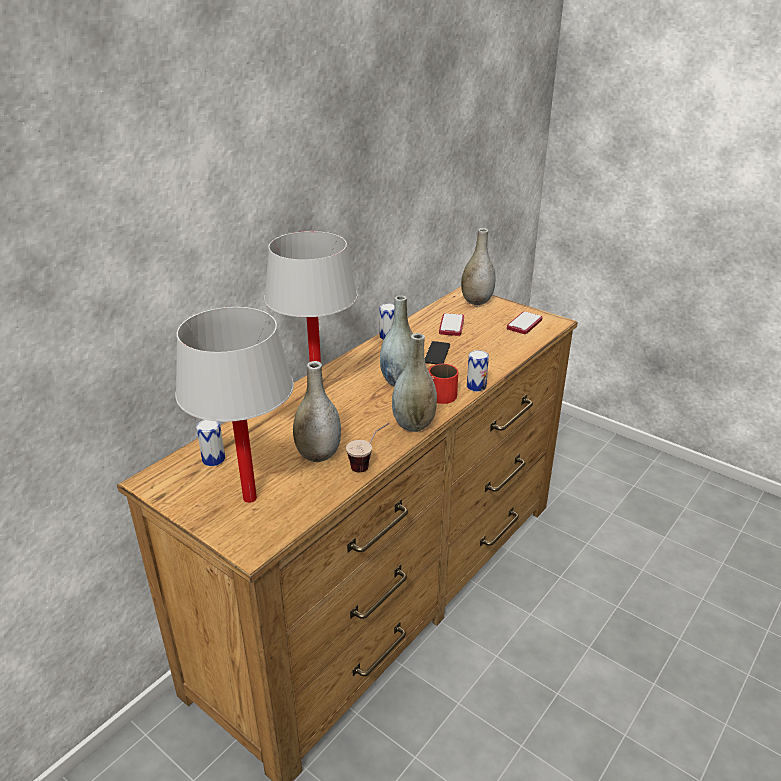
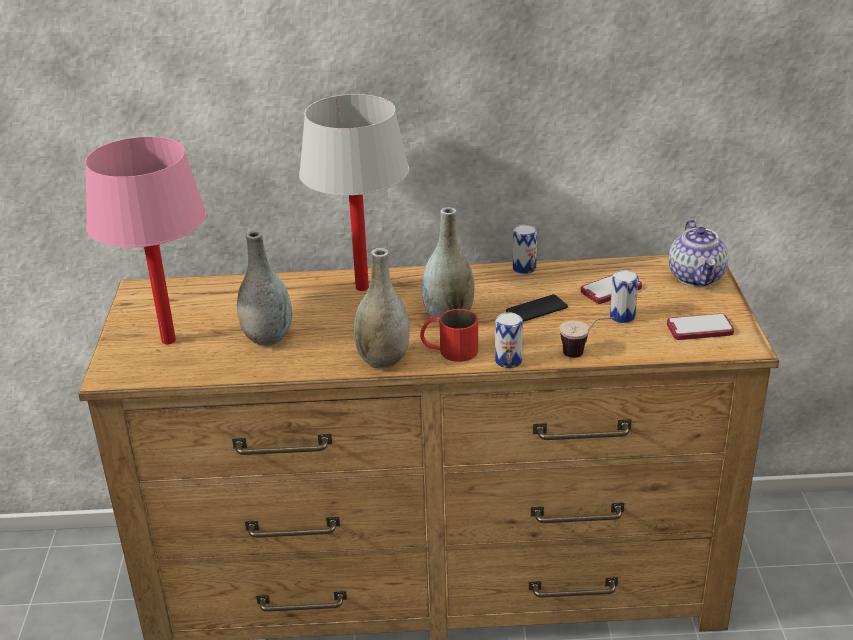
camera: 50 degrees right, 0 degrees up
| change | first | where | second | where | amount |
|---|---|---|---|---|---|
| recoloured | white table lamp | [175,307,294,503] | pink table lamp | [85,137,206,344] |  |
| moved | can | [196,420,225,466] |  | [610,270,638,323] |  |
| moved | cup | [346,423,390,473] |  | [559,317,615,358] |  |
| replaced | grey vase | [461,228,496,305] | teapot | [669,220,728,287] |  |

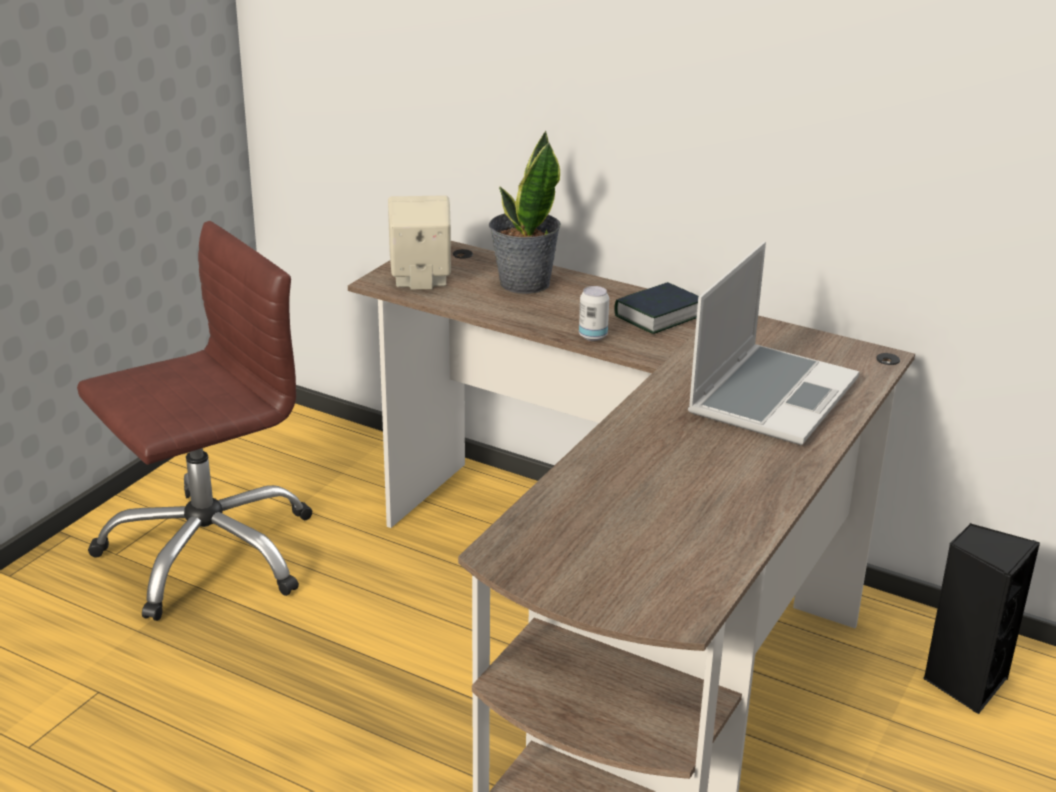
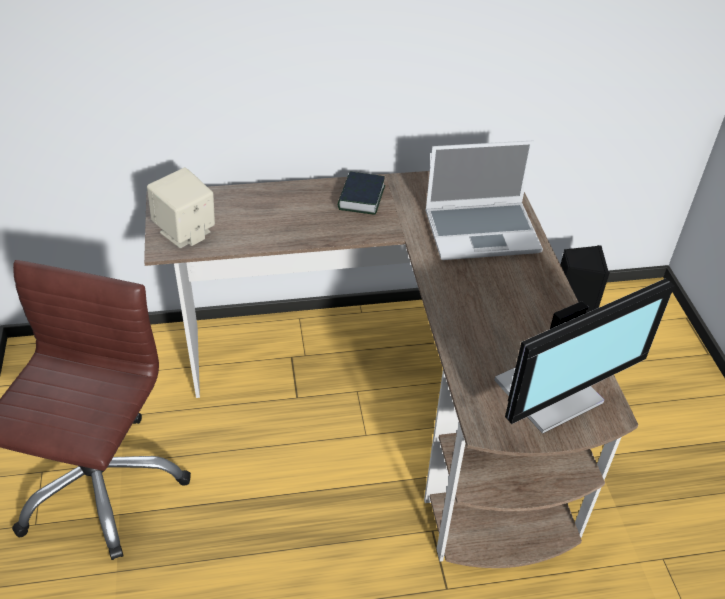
camera: 40 degrees left, 15 degrees up
| change | first | where | second | where | amount |
|---|---|---|---|---|---|
| removed | potted plant | [489,130,561,294] |  |  |  |
| removed | can | [579,286,609,341] |  |  |  |
| turned | laptop | [688,242,860,445] |  | [425,140,543,260] | 90 degrees clockwise |
| added |  |  | monitor | [494,278,675,434] |  |

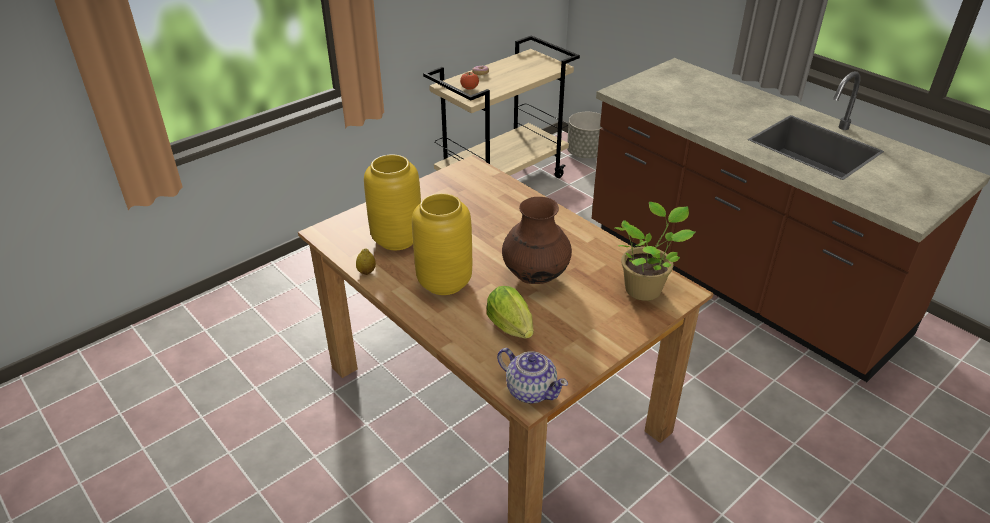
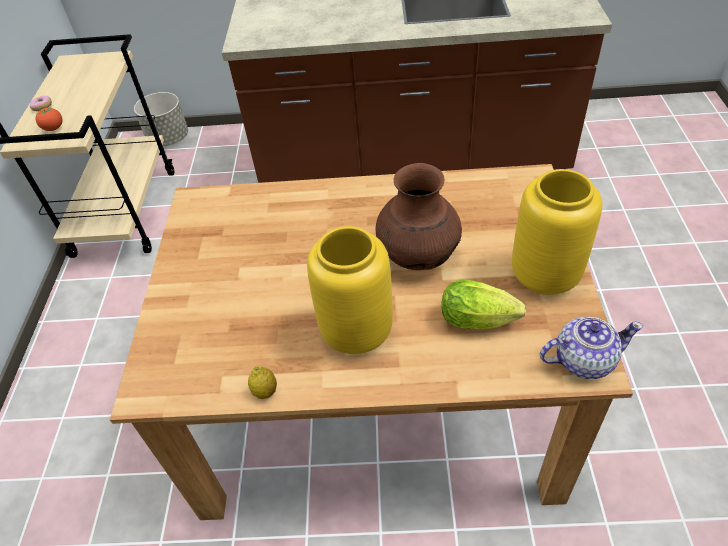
camera: 45 degrees left, 10 degrees up
| change | first | where | second | where | amount |
|---|---|---|---|---|---|
| moved | yellow vase | [364,155,421,250] |  | [512,169,602,295] |  |
| removed | potted plant | [615,202,695,301] |  |  |  |

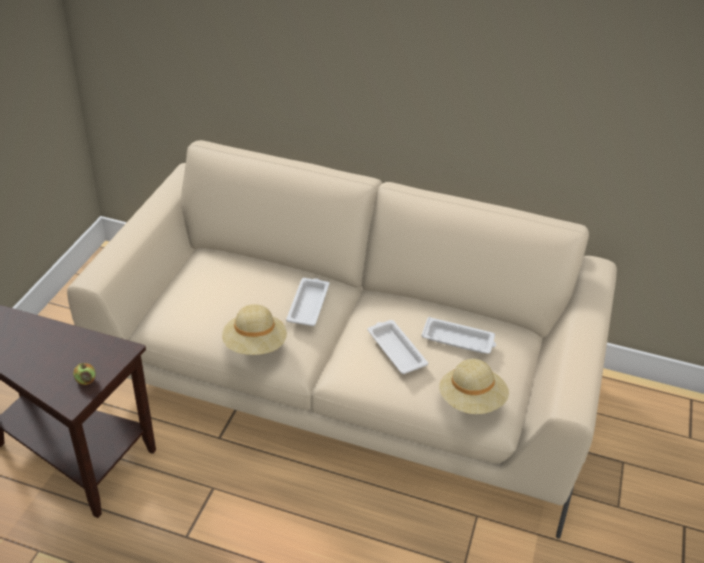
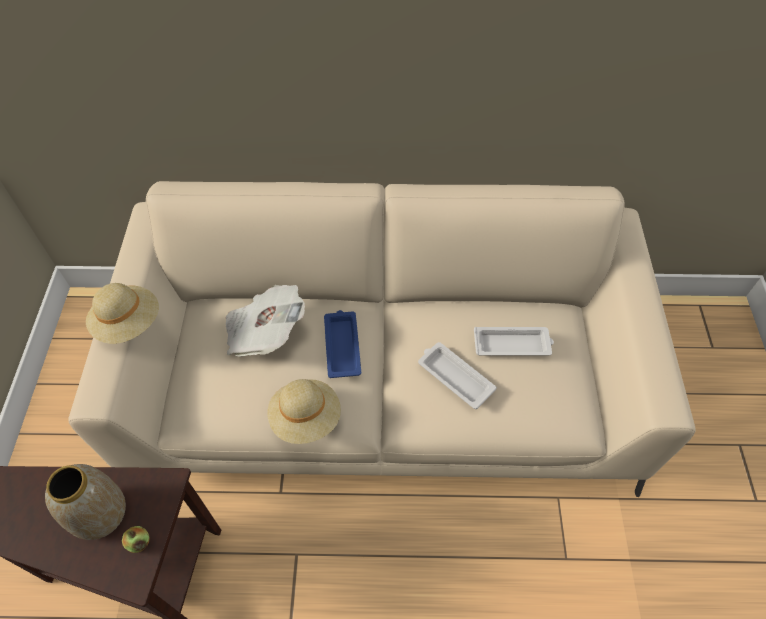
camera: 15 degrees left, 15 degrees up
| change | first | where | second | where | amount |
|---|---|---|---|---|---|
| recoloured | white tray | [286,278,329,326] | blue tray | [324,310,361,378] |  |
| moved | beige hat | [439,359,509,414] |  | [86,283,159,344] |  |
| added |  |  | vase | [45,464,126,540] |  |
| added |  |  | newspaper | [226,285,305,356] |  |

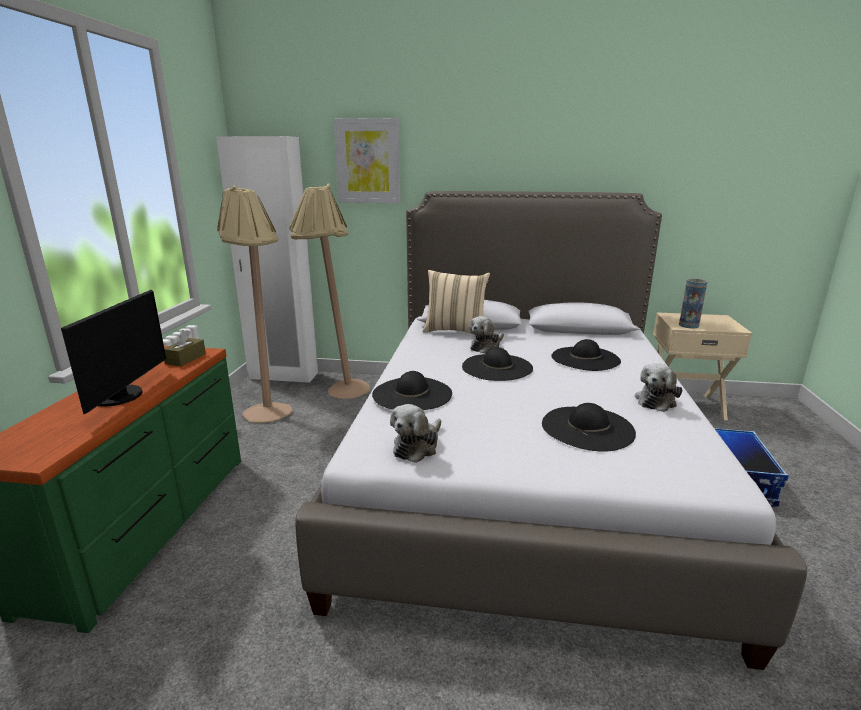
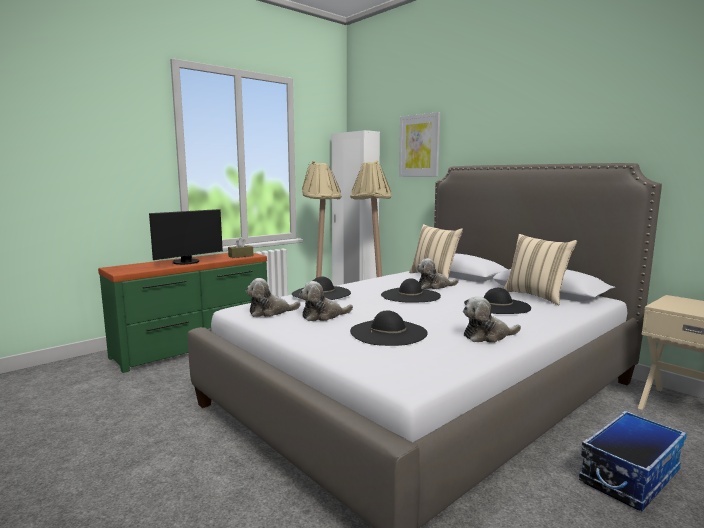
camera: 40 degrees right, 10 degrees down
| change | first | where | second | where | amount |
|---|---|---|---|---|---|
| removed | vase | [679,279,708,329] |  |  |  |
| added |  |  | plush toy | [299,281,353,321] |  |
| added |  |  | beige pillow | [503,234,577,305] |  |

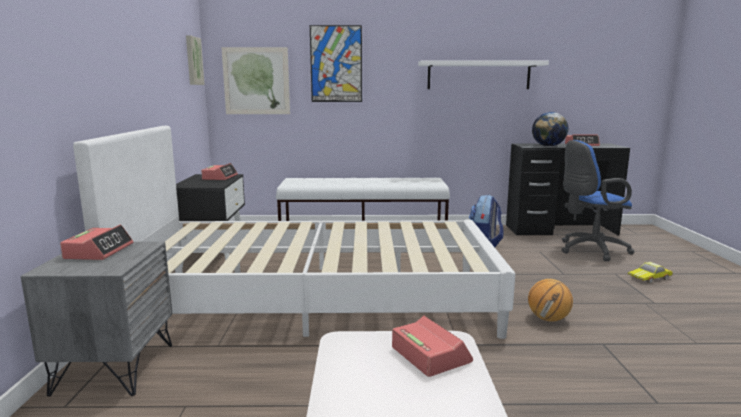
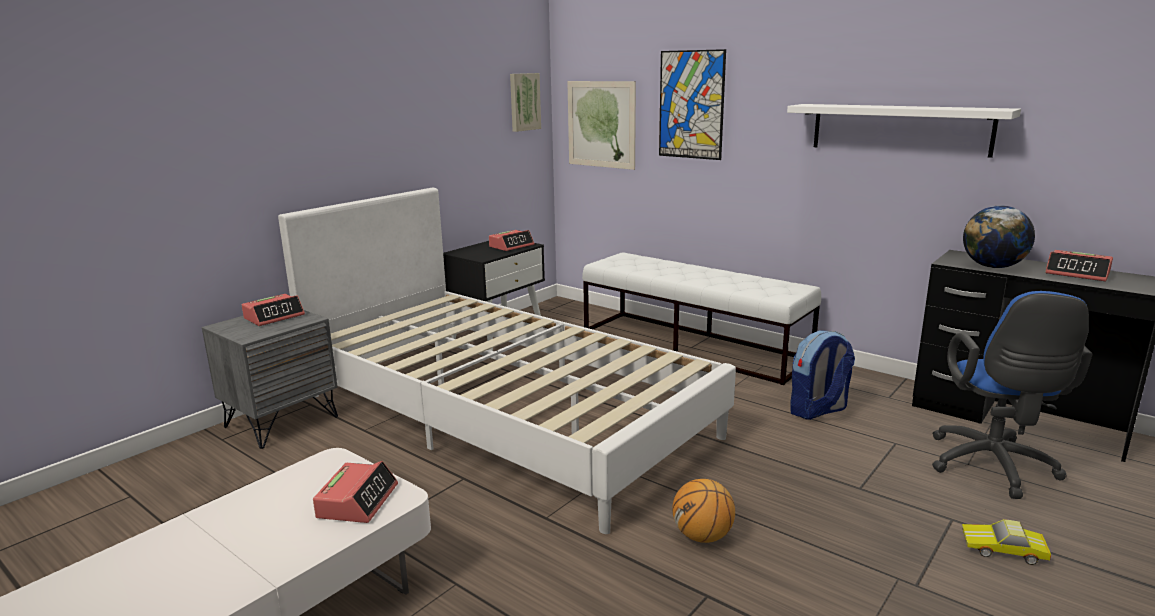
camera: 40 degrees right, 5 degrees up
| change | first | where | second | where | amount |
|---|---|---|---|---|---|
| turned | blue office chair | [561,140,635,261] |  | [932,291,1092,499] | 105 degrees counterclockwise |

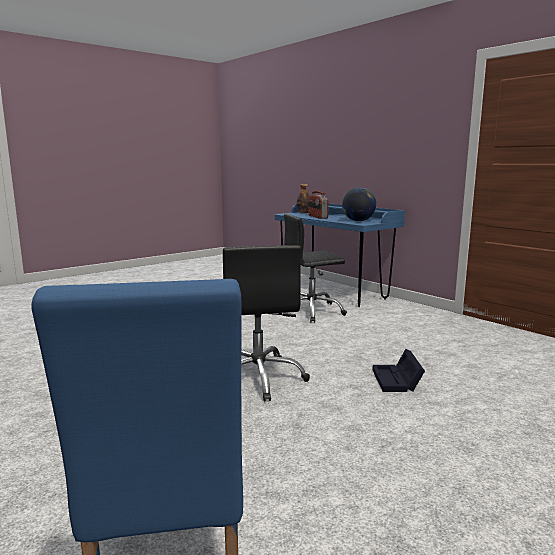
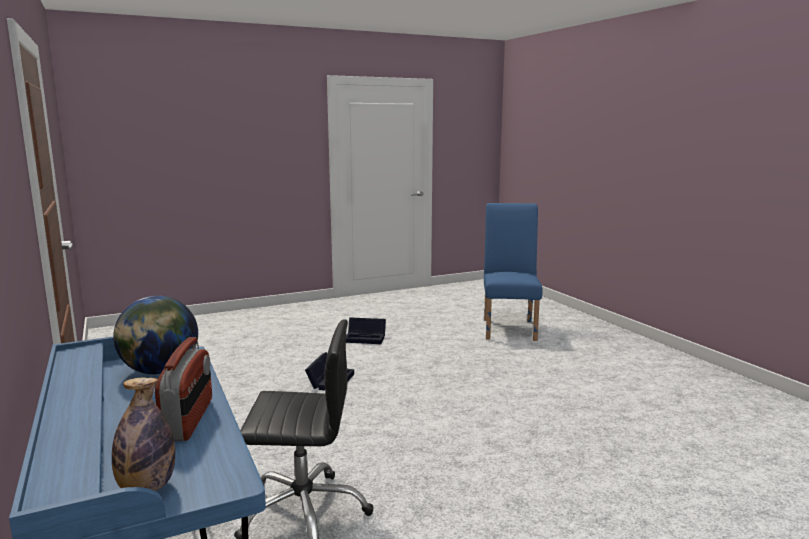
camera: 165 degrees left, 0 degrees up
| change | first | where | second | where | amount |
|---|---|---|---|---|---|
| removed | black office chair | [223,245,310,402] |  |  |  |
| added |  |  | black storage box | [346,317,386,344] |  |

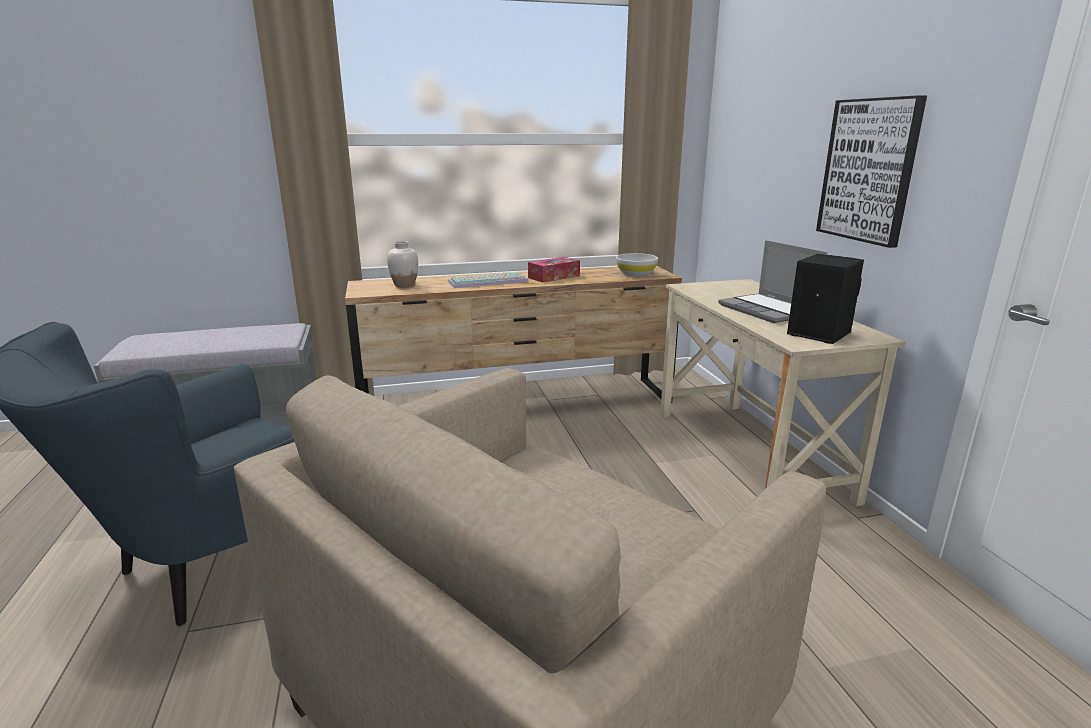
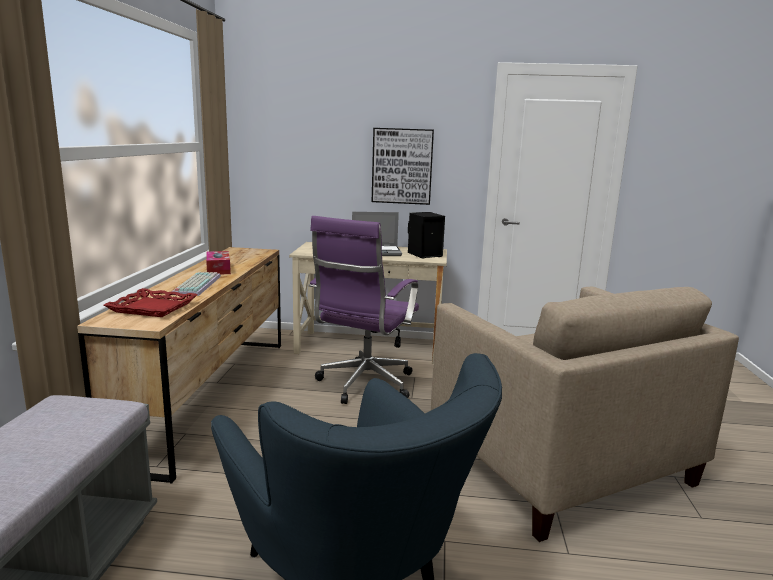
camera: 70 degrees left, 5 degrees down
| change | first | where | second | where | amount |
|---|---|---|---|---|---|
| replaced | white vase | [387,241,418,288] | red tray | [104,288,198,317] |  |
| removed | white bowl | [616,253,658,277] |  |  |  |
| added |  |  | purple office chair | [308,216,419,404] |  |

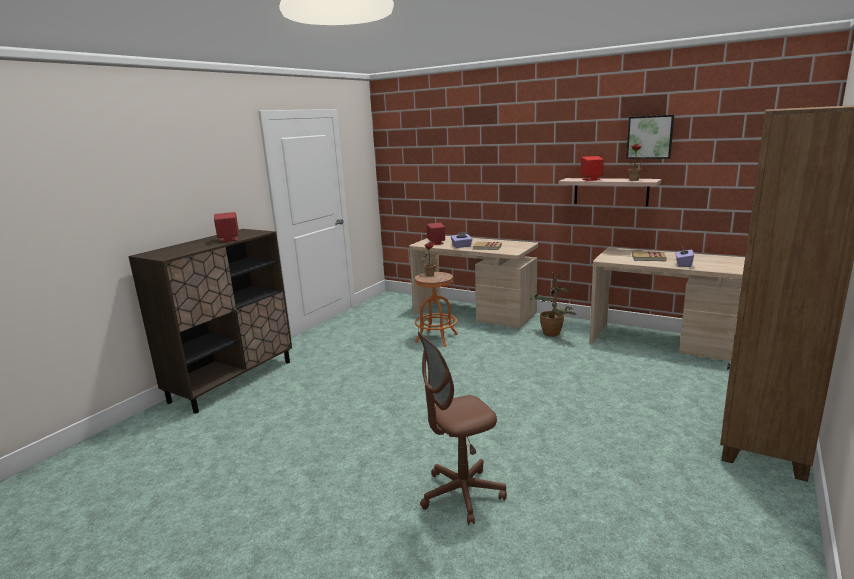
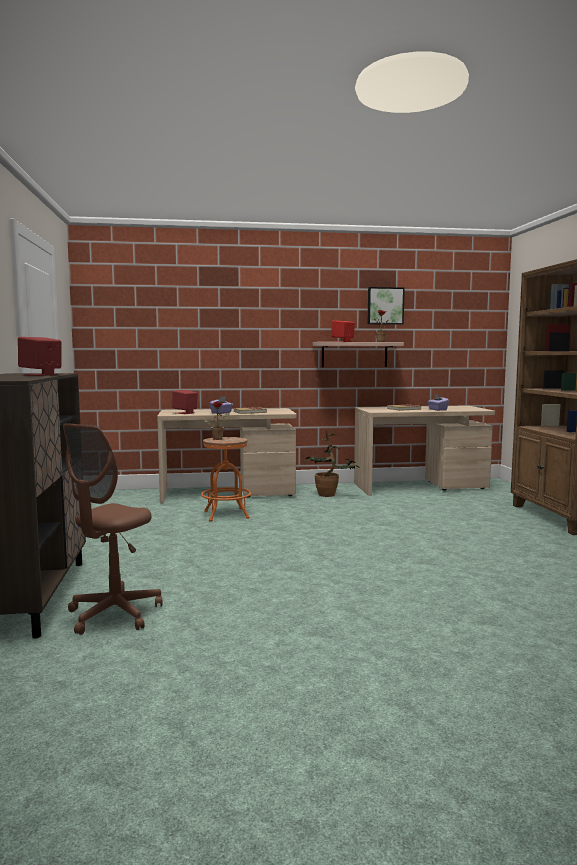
camera: 40 degrees left, 10 degrees down
| change | first | where | second | where | amount |
|---|---|---|---|---|---|
| moved | brown office chair | [418,332,507,525] |  | [63,423,163,635] |  |

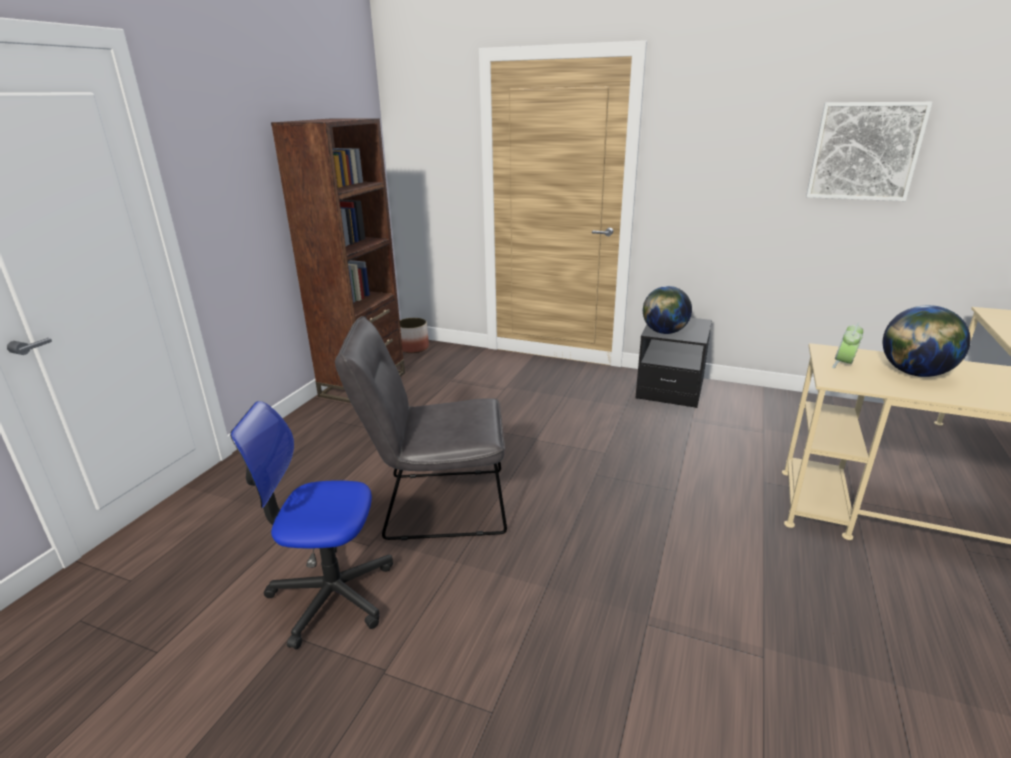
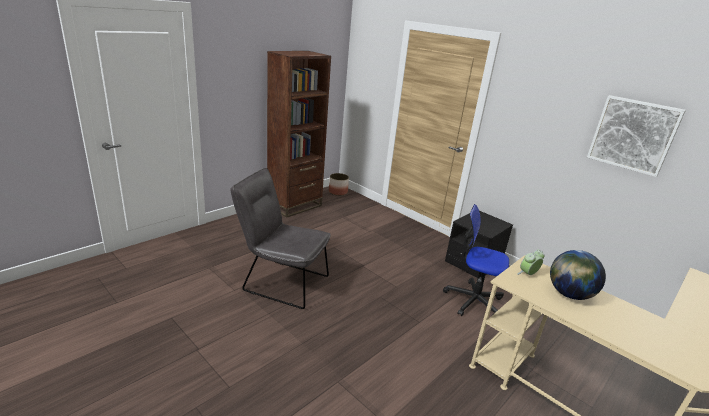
camera: 20 degrees right, 0 degrees up
| change | first | where | second | where | amount |
|---|---|---|---|---|---|
| moved | office chair | [230,401,393,650] |  | [443,204,509,316] |  |
| removed | globe | [643,286,692,334] |  |  |  |

